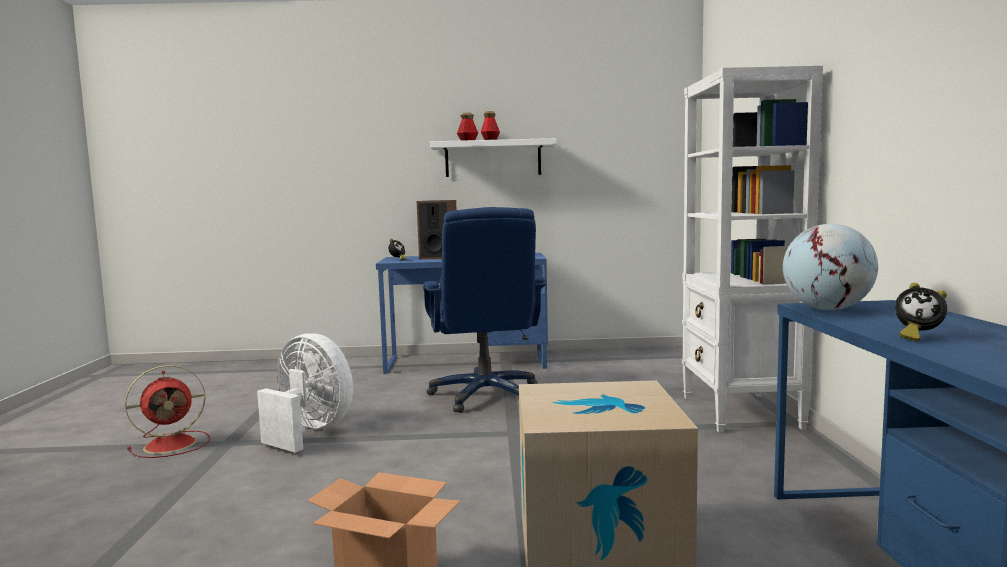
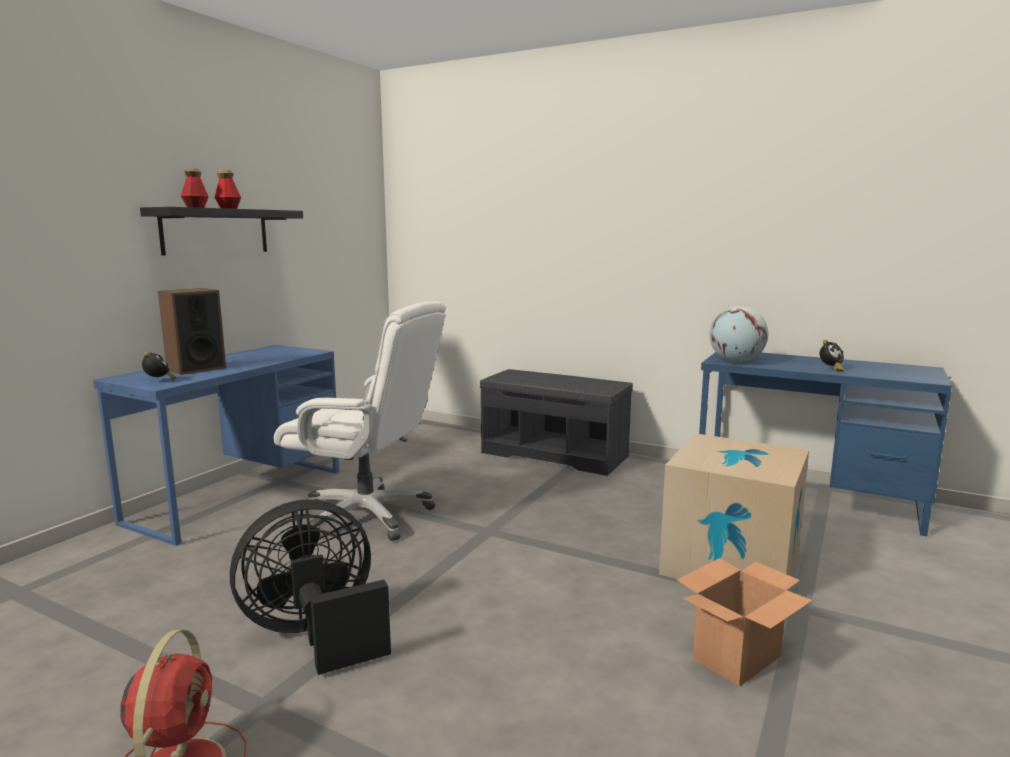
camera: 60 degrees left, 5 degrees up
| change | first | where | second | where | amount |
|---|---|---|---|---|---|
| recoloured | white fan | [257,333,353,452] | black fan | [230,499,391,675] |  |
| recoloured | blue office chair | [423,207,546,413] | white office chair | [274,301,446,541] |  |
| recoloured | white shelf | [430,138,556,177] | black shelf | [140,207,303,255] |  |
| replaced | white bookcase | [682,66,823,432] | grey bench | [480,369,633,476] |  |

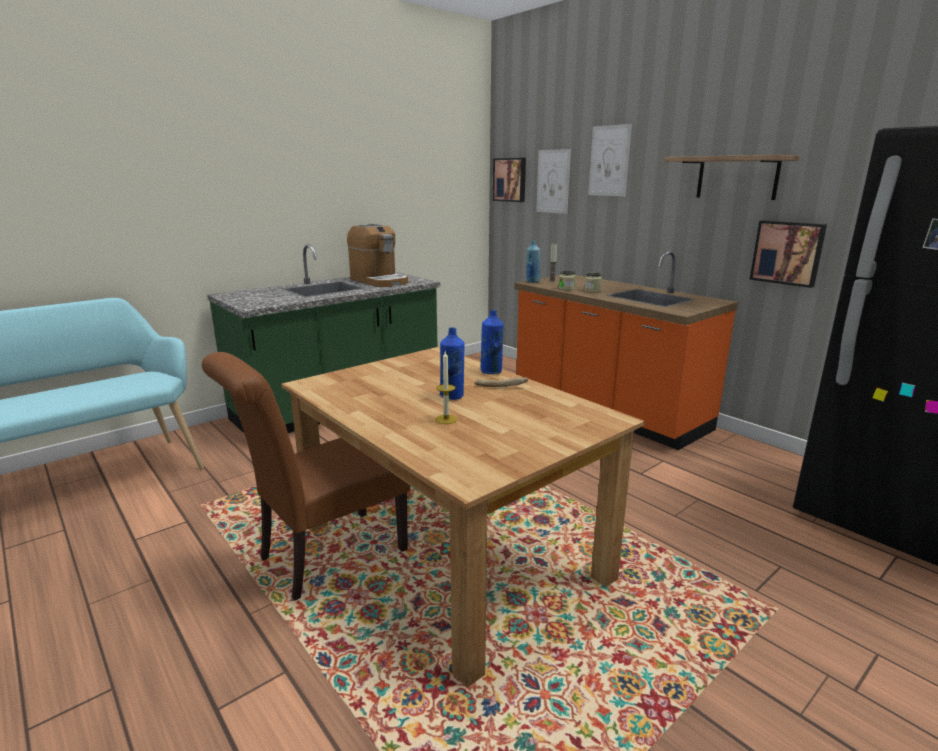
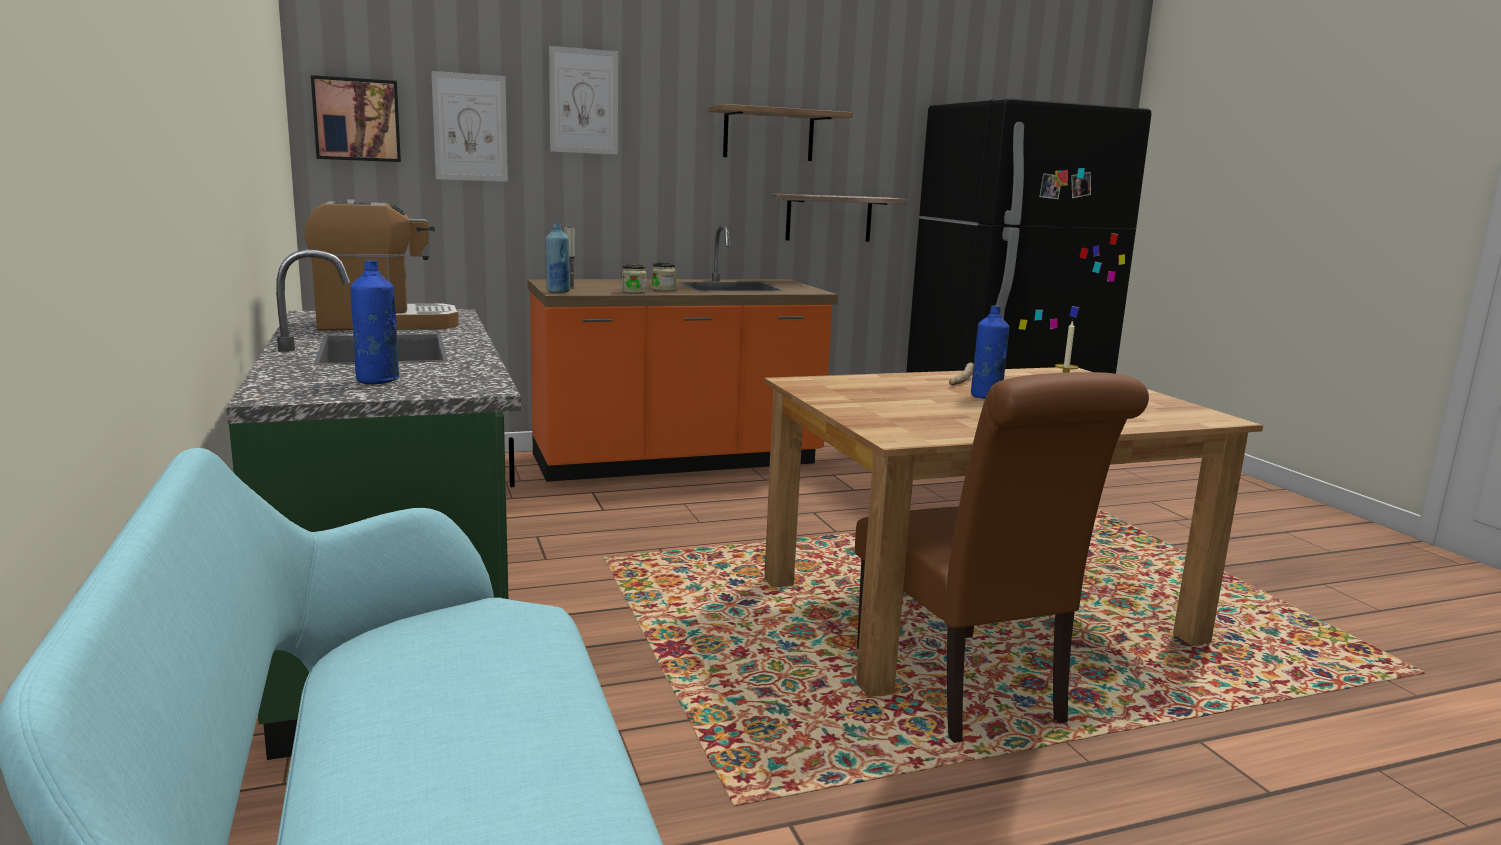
camera: 70 degrees left, 5 degrees down
| change | first | where | second | where | amount |
|---|---|---|---|---|---|
| moved | blue bottle | [481,310,504,374] |  | [350,260,399,384] |  |
| replaced | picture | [750,220,827,288] | shelf | [772,194,907,242] |  |

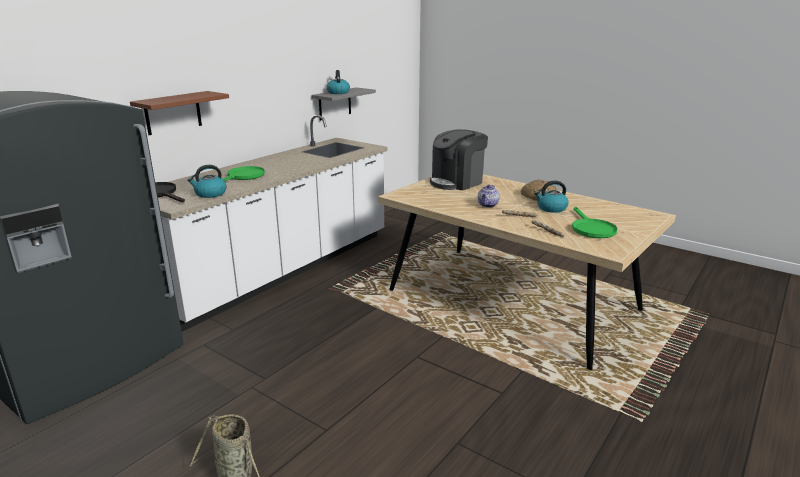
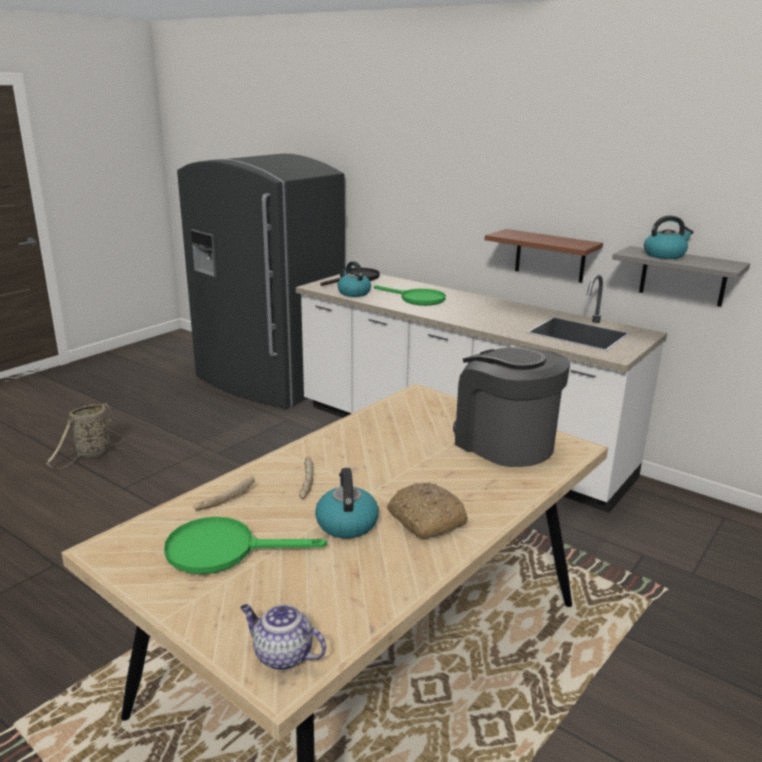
camera: 90 degrees right, 0 degrees up
| change | first | where | second | where | amount |
|---|---|---|---|---|---|
| moved | brown shelf | [130,91,229,135] |  | [485,229,603,283] |  |
| moved | teapot | [478,185,500,207] |  | [240,604,326,671] |  |

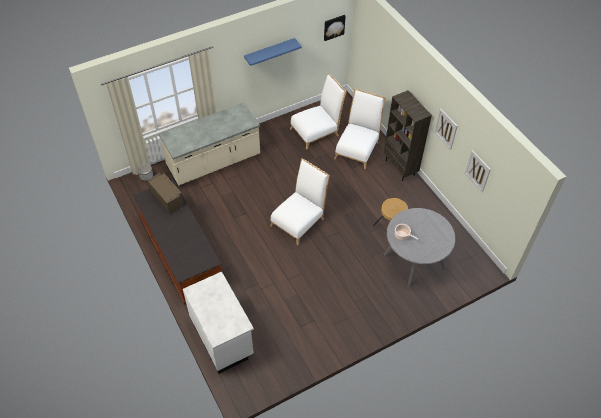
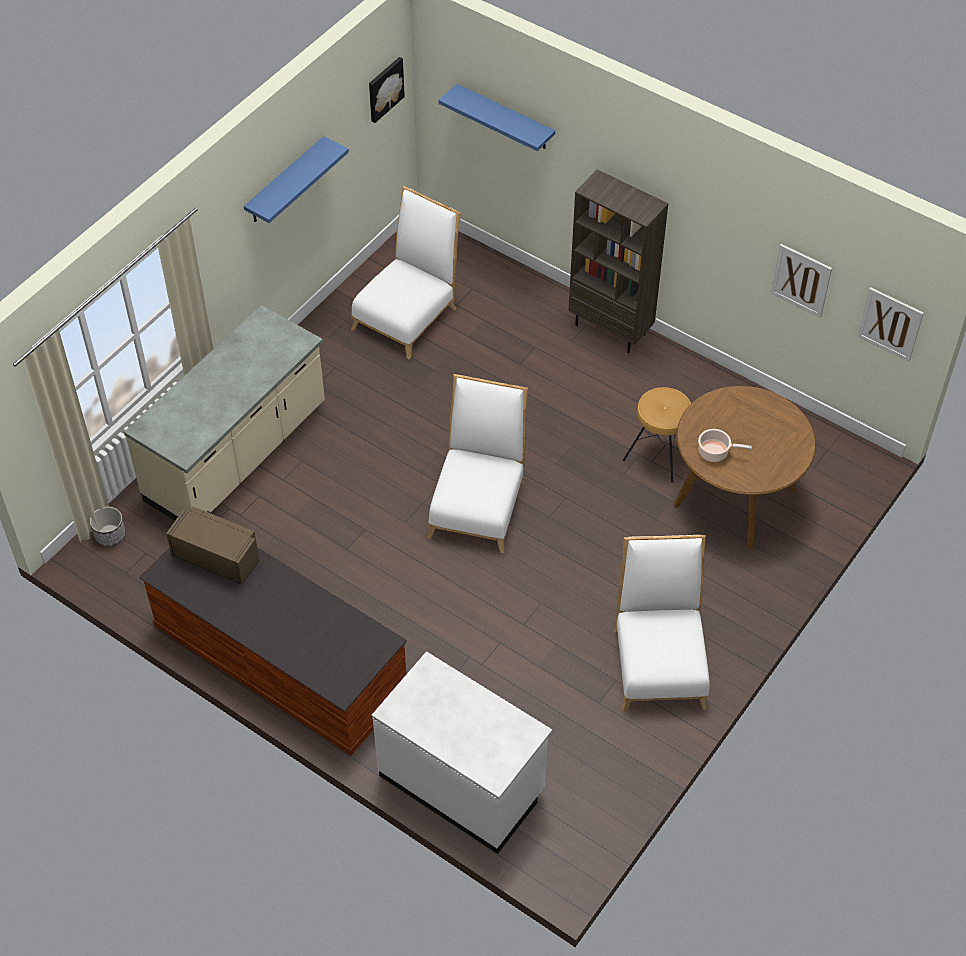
camera: 25 degrees left, 0 degrees up
| change | first | where | second | where | amount |
|---|---|---|---|---|---|
| moved | white chair | [334,88,386,169] |  | [614,535,709,712] |  |
| recoloured | grey dining table | [384,208,456,287] | brown dining table | [673,386,816,549] |  |
| moved | picture | [434,108,457,150] |  | [857,287,924,362] |  |
| added |  |  | blue shelf | [438,84,555,151] |  |

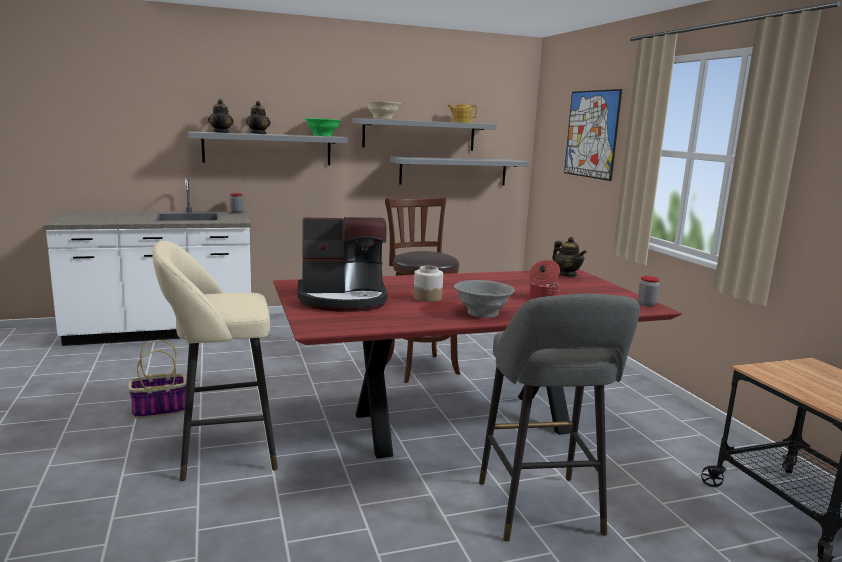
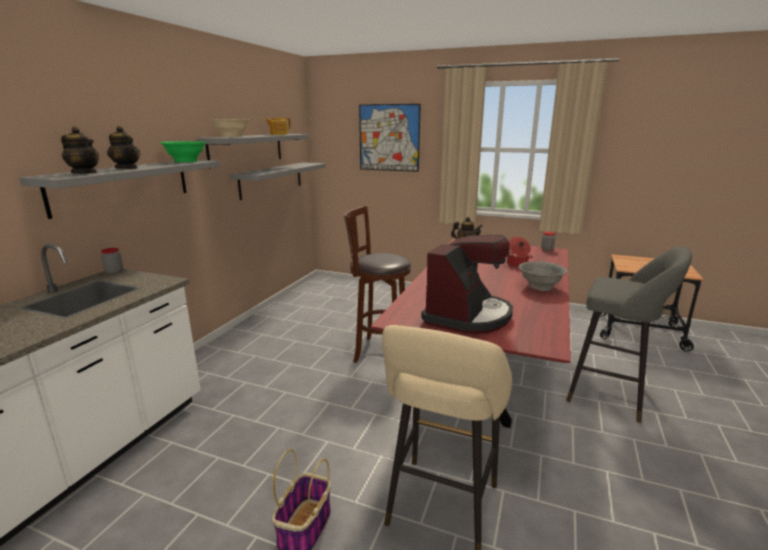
camera: 50 degrees left, 5 degrees up
| change | first | where | second | where | amount |
|---|---|---|---|---|---|
| removed | jar | [414,266,443,302] |  |  |  |

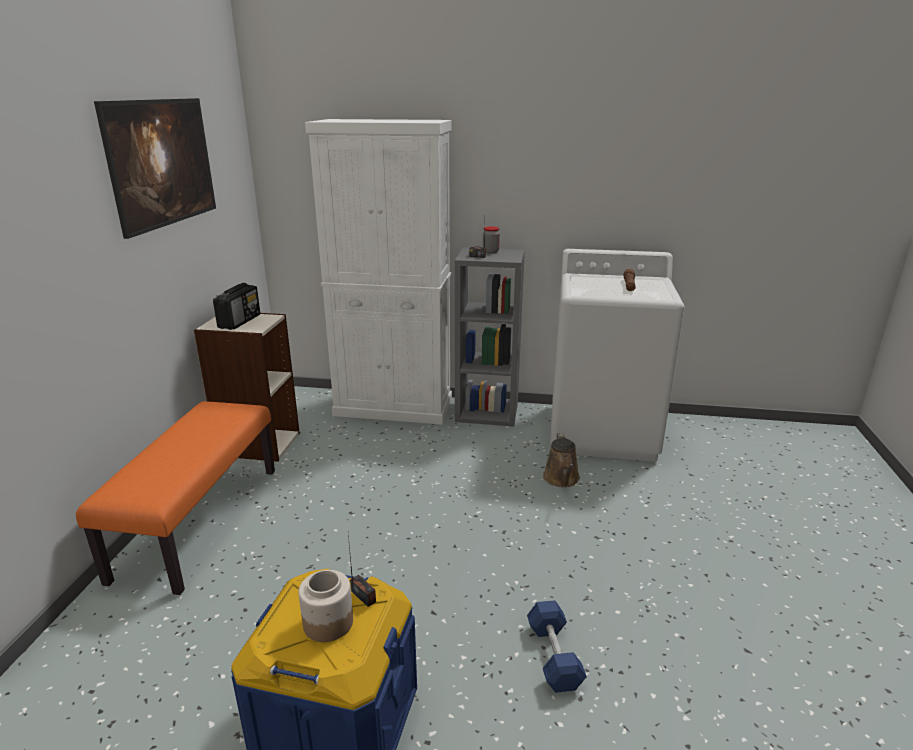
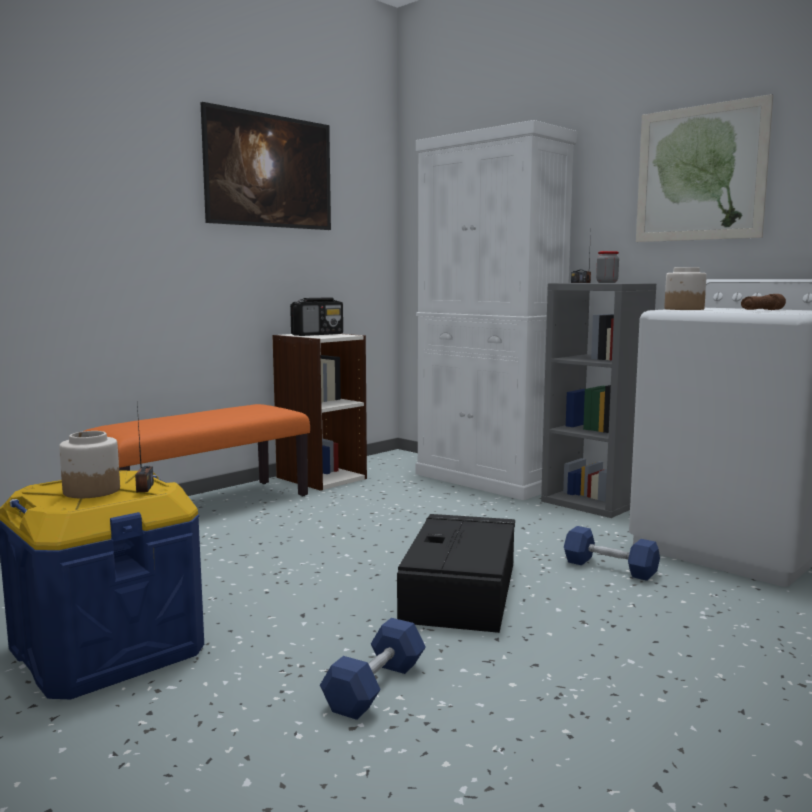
camera: 35 degrees right, 15 degrees down
| change | first | where | second | where | amount |
|---|---|---|---|---|---|
| replaced | brown watering can | [543,433,580,487] | blue dumbbell | [564,526,660,581] |  |
| added |  |  | black storage box | [397,514,515,633] |  |
| added |  |  | picture | [636,94,773,242] |  |
| added |  |  | jar | [664,267,707,310] |  |

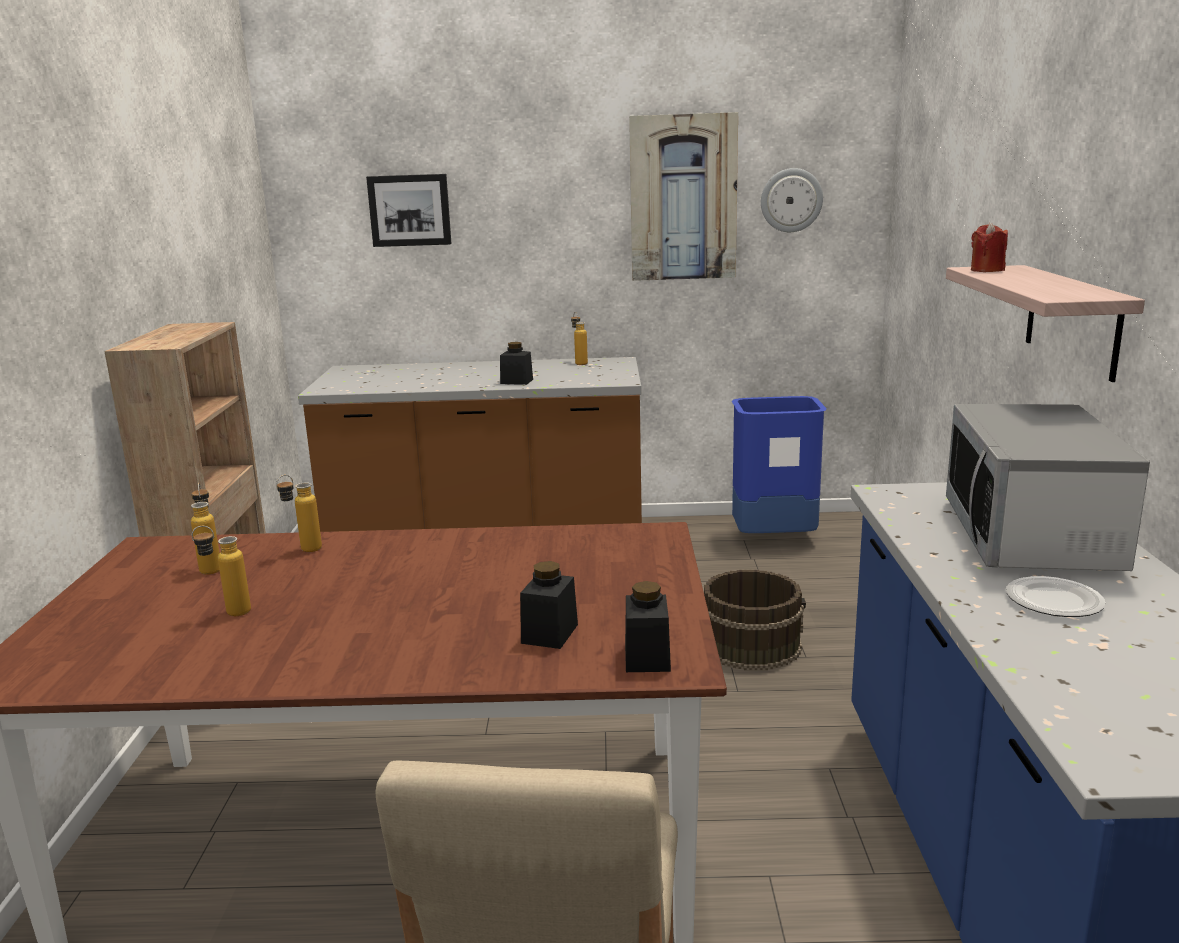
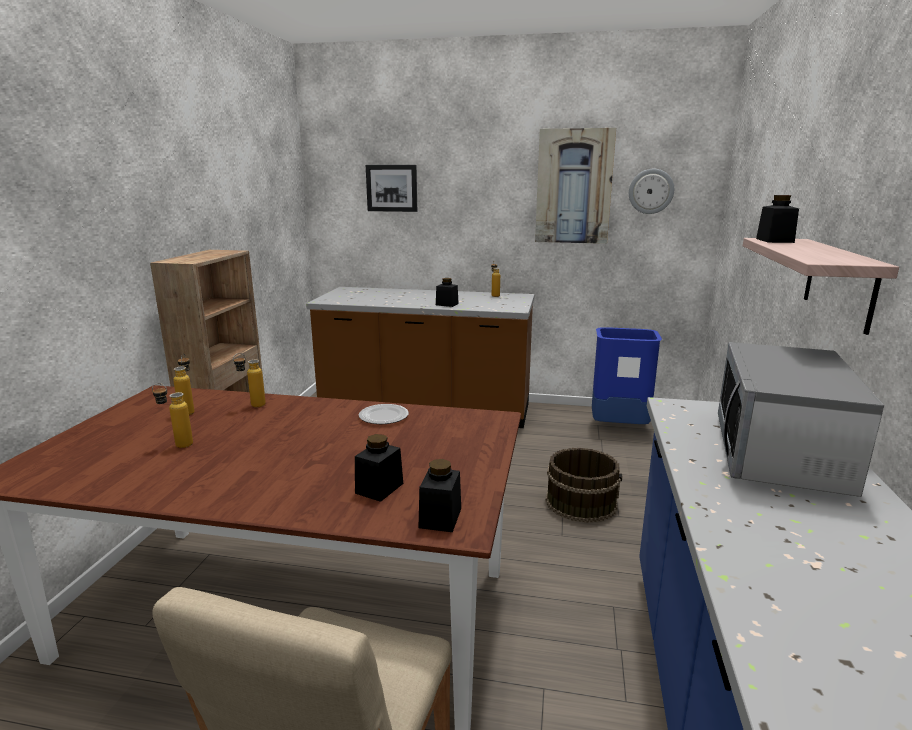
camera: 10 degrees right, 0 degrees up
| change | first | where | second | where | amount |
|---|---|---|---|---|---|
| replaced | red candle | [971,222,1008,272] | black jar | [756,195,799,243] |  |
| moved | plate | [1006,576,1106,617] |  | [359,404,409,424] |  |

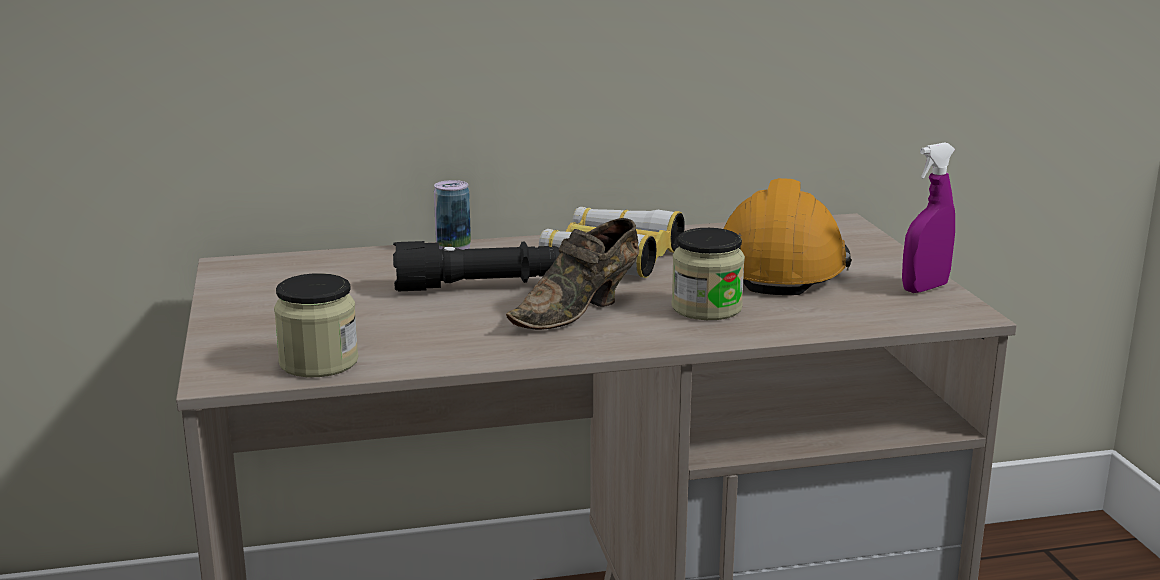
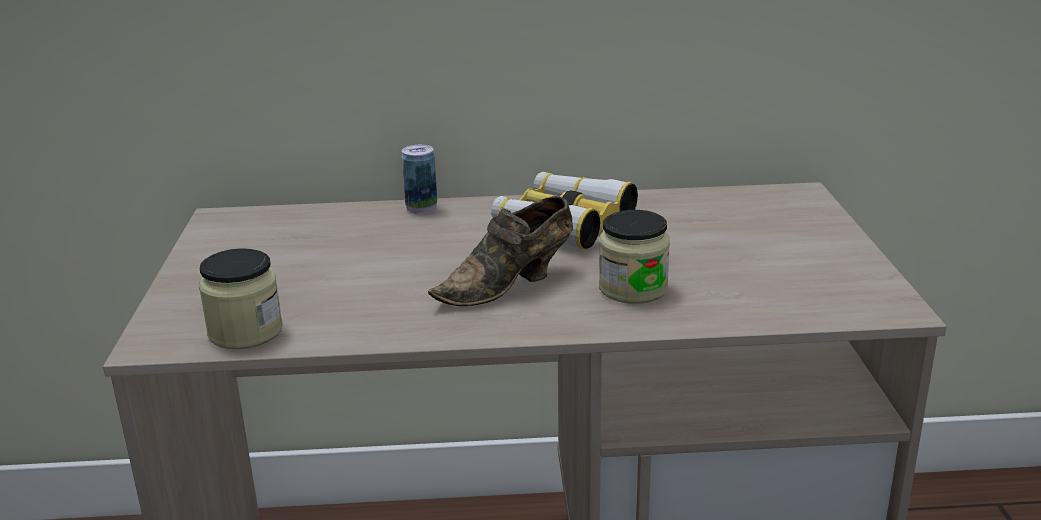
camera: 10 degrees right, 5 degrees up
| change | first | where | second | where | amount |
|---|---|---|---|---|---|
| removed | black flashlight | [393,241,560,292] |  |  |  |
| removed | orange hard hat | [723,178,852,295] |  |  |  |
| removed | purple spray bottle | [902,142,955,293] |  |  |  |

